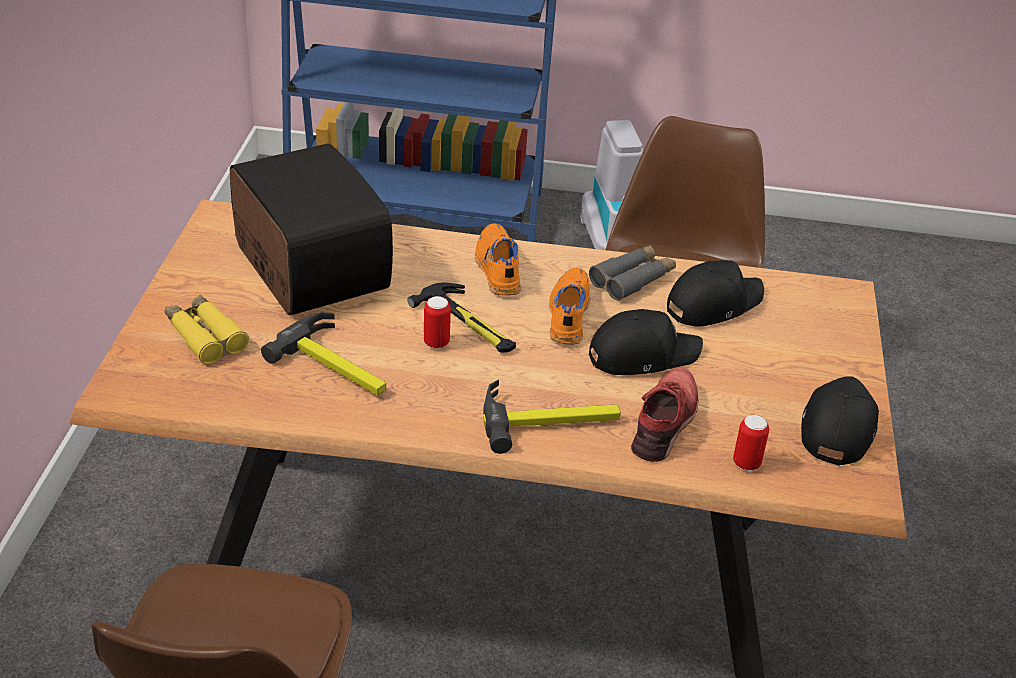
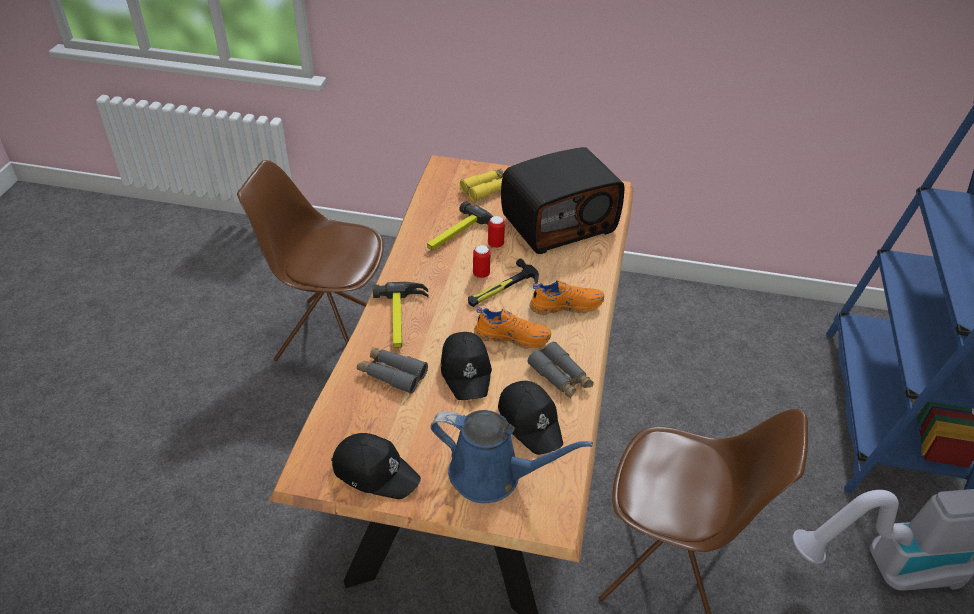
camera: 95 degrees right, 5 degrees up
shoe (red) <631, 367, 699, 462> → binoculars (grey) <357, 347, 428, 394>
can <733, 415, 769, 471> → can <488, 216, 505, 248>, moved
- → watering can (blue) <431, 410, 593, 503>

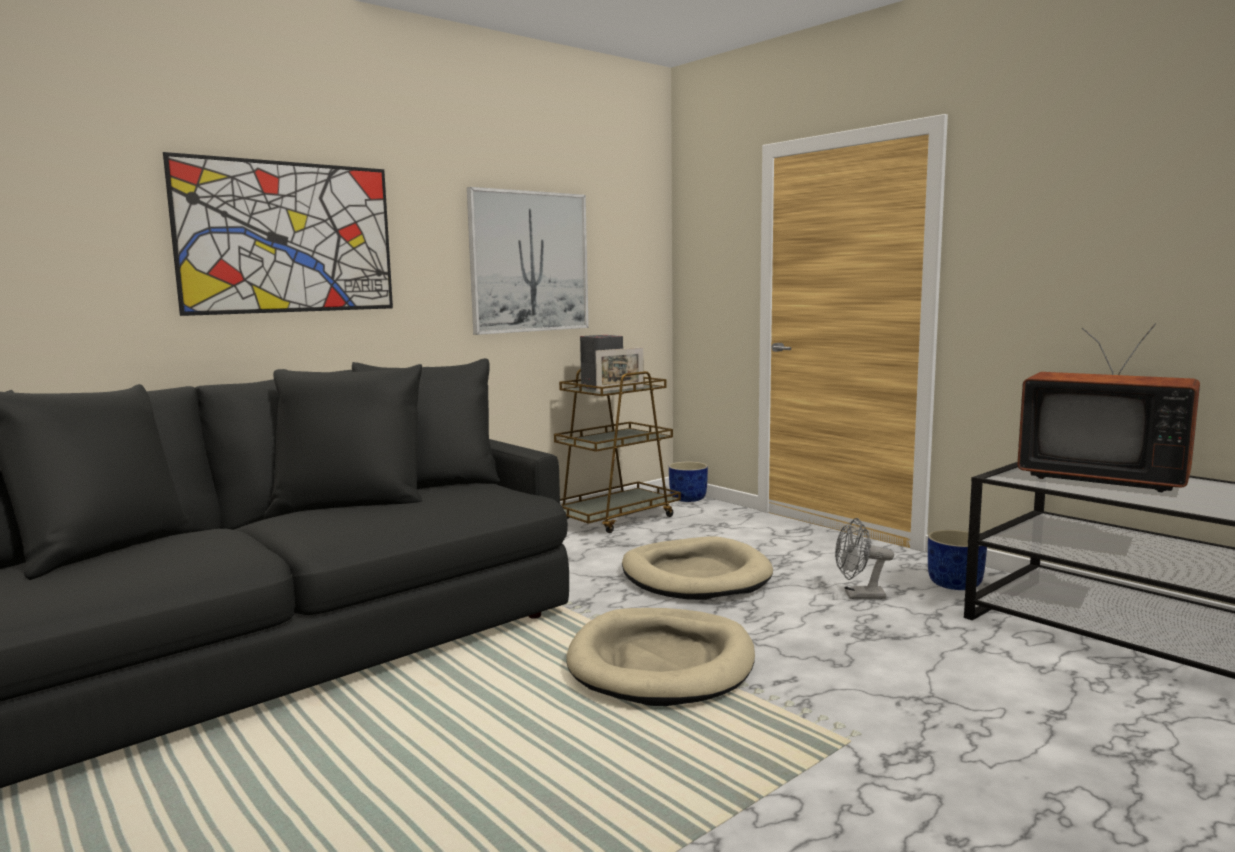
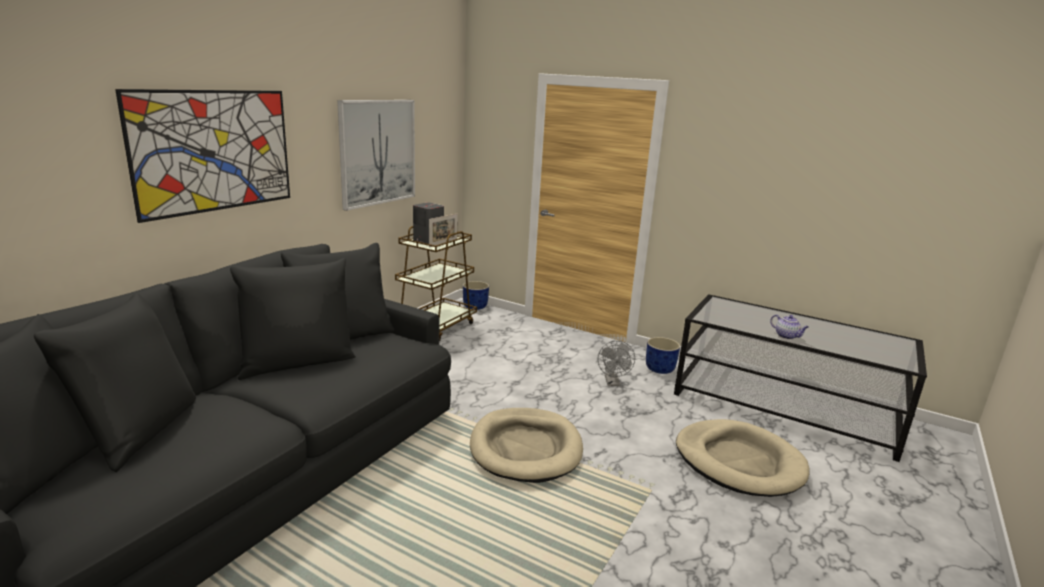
camera: 20 degrees left, 10 degrees up
television <1017, 323, 1200, 492> → -
fan (grey) <835, 518, 894, 599> → fan (grey) <598, 341, 635, 386>, 75 degrees counterclockwise
dog bed (beige) <622, 536, 773, 600> → dog bed (beige) <676, 419, 810, 497>, moved
- → teapot <770, 314, 809, 339>

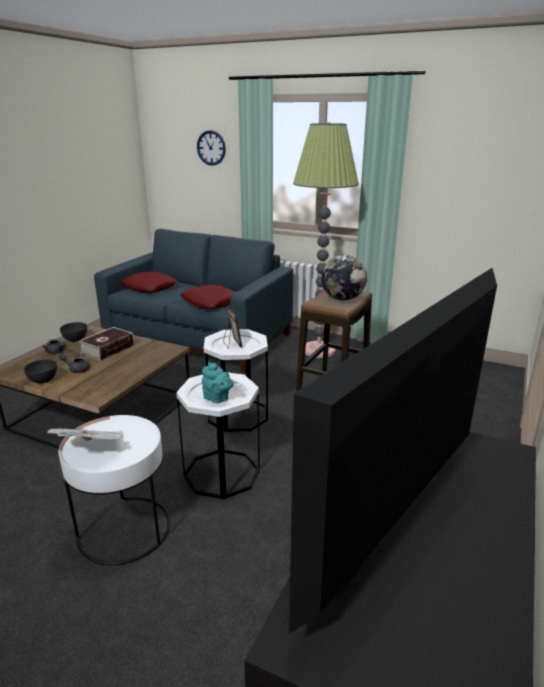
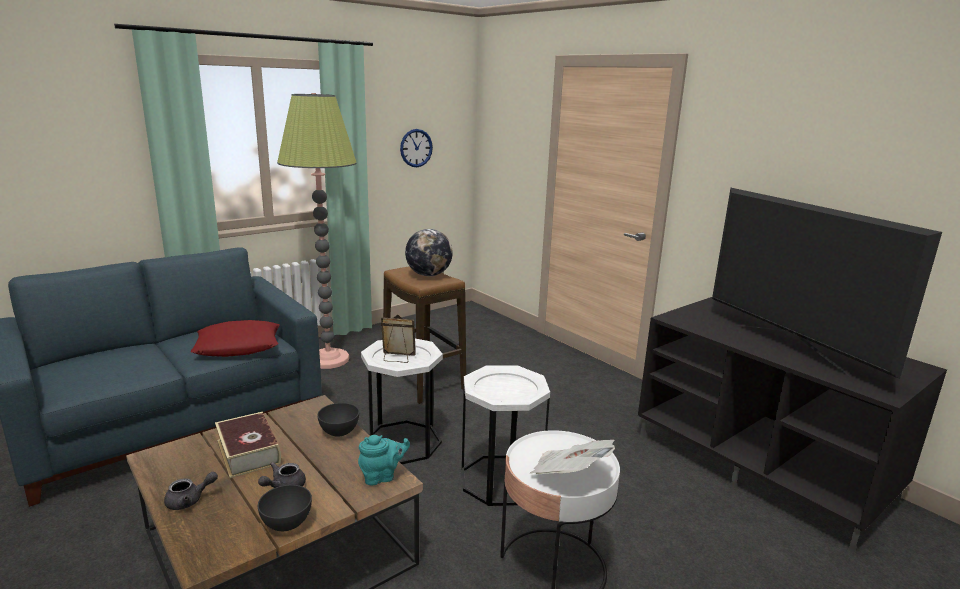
camera: 65 degrees left, 5 degrees down
wall clock <197, 130, 226, 166> → wall clock <400, 129, 433, 167>, moved
pillow (red) <120, 272, 179, 293> → -
bowl (grey) <60, 322, 87, 342> → bowl (grey) <317, 403, 359, 437>, moved
teapot (turquoise) <202, 362, 234, 403> → teapot (turquoise) <358, 435, 410, 485>, moved

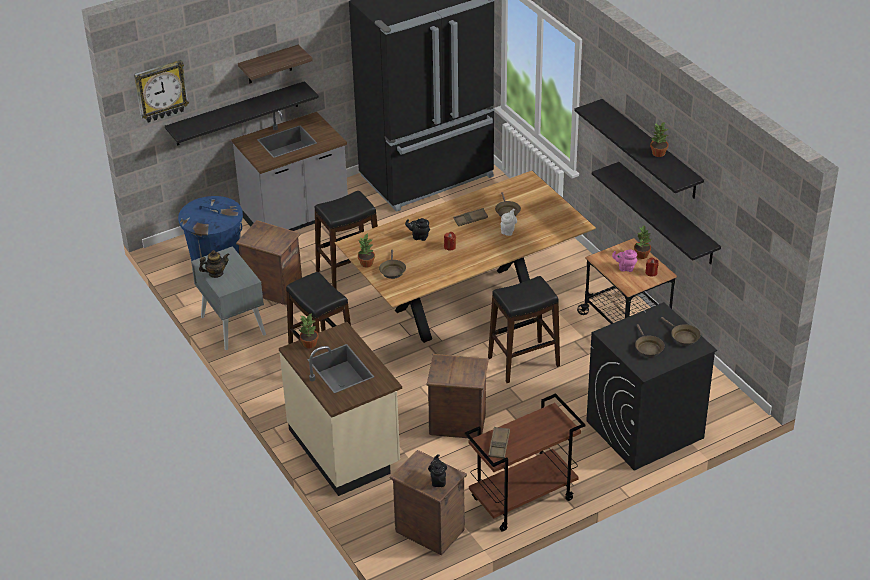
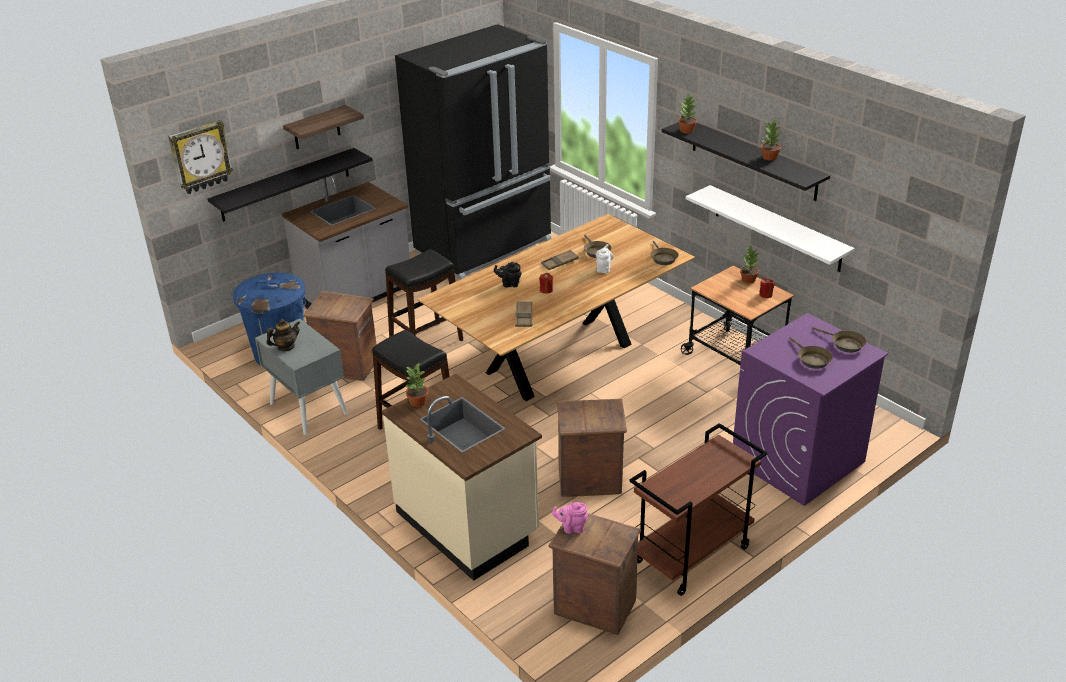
camera: 10 degrees left, 5 degrees down
shelf (black) <592, 162, 721, 264> → shelf (white) <686, 185, 855, 272>
potted plant <358, 234, 375, 268> → potted plant <678, 94, 697, 134>, moved
teapot (pink) <612, 249, 637, 272> → teapot (pink) <552, 502, 588, 534>, moved
frying pan (brown) <379, 250, 406, 279> → frying pan (brown) <650, 241, 679, 265>, moved
stool (black) <488, 276, 560, 383> → -
washing machine (black) <586, 302, 717, 471> → washing machine (purple) <733, 313, 888, 506>
tray (brown) <488, 427, 510, 459> → tray (brown) <516, 301, 533, 327>, moved
teapot (black) <428, 454, 447, 487> → -

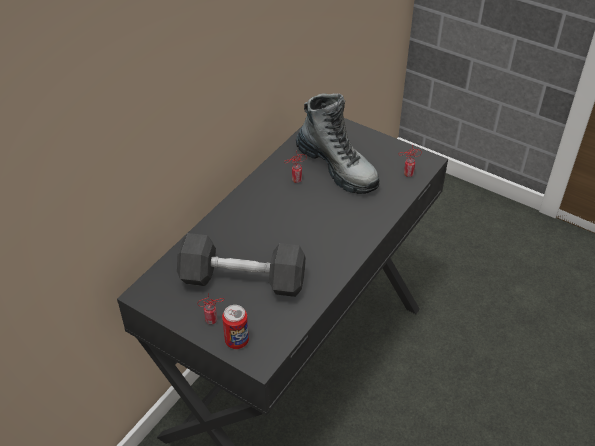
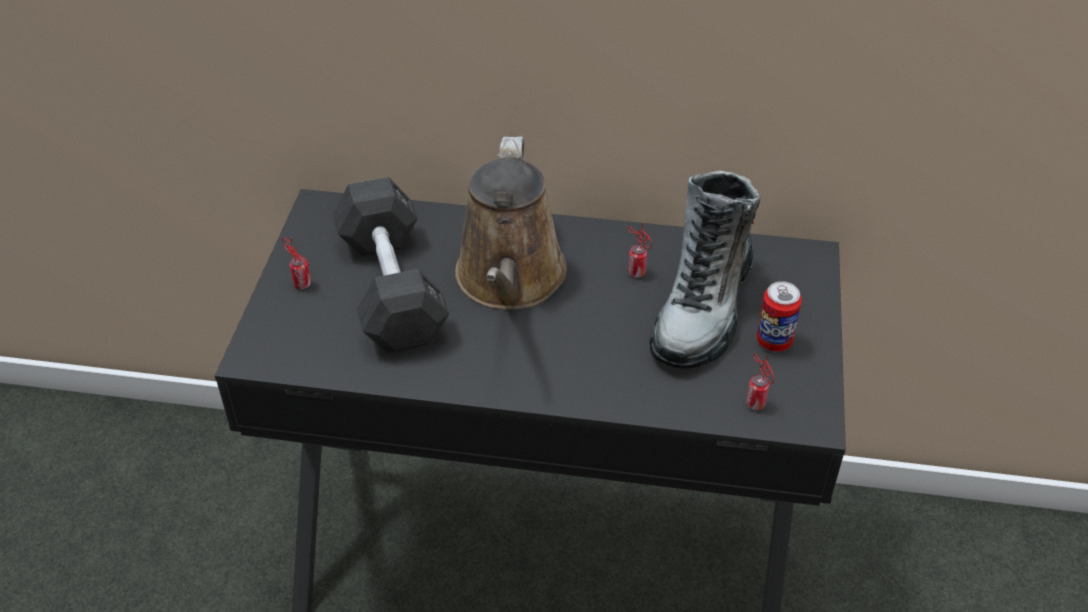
camera: 65 degrees right, 0 degrees up
can <222, 305, 249, 349> → can <757, 281, 802, 352>, moved
- → watering can (brown) <455, 137, 567, 310>

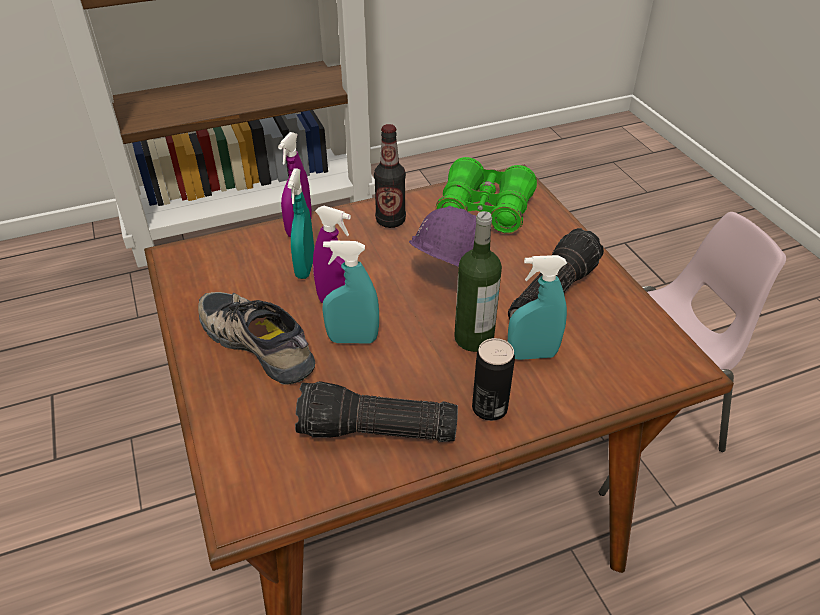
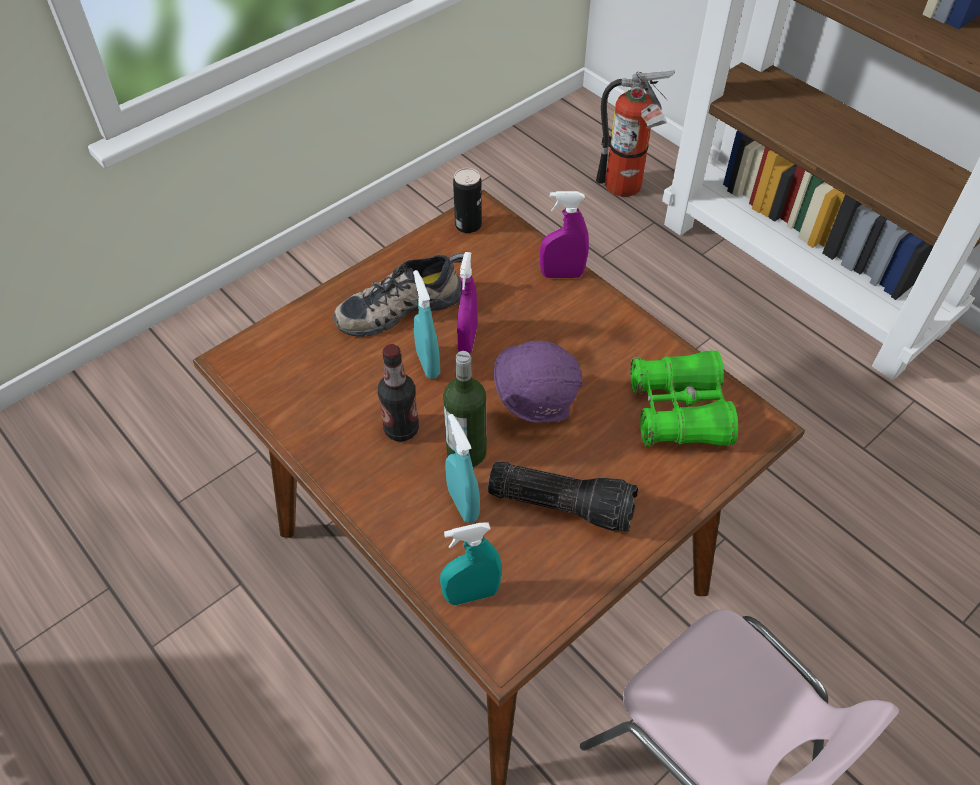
camera: 70 degrees right, 10 degrees up
bottle <374, 124, 406, 228> → bottle <378, 344, 419, 442>, moved
spray bottle (turquoise) <288, 169, 314, 279> → spray bottle (turquoise) <440, 522, 502, 605>, moved
shoe <198, 292, 315, 385> → shoe <333, 253, 464, 337>, 135 degrees counterclockwise
can <472, 338, 515, 421> → can <453, 168, 482, 233>, moved
flashlight <295, 381, 458, 442> → -
- → fire extinguisher <596, 71, 675, 197>

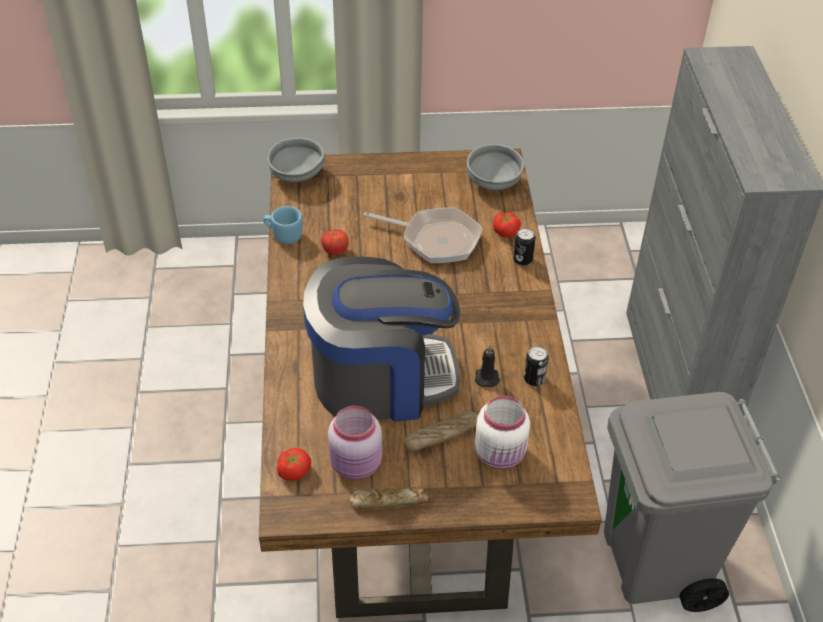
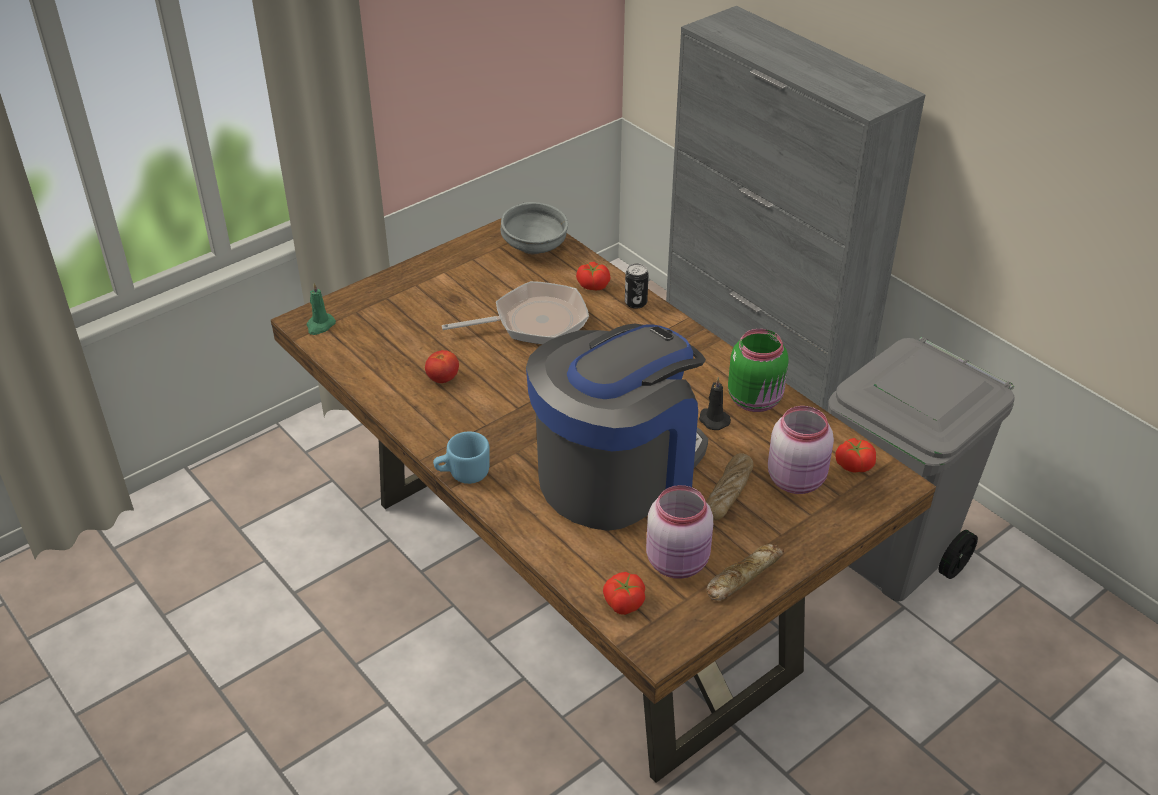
camera: 35 degrees left, 5 degrees down
bowl (grey) <267, 137, 325, 182> → candle (green) <307, 283, 336, 335>
mug (blue) <263, 206, 302, 244> → mug (blue) <433, 432, 490, 484>, moved
can <524, 346, 549, 386> → jar (green) <728, 329, 789, 412>
jar (white) <475, 396, 530, 469> → jar (pink) <768, 406, 834, 494>
- → tomato <835, 438, 876, 473>

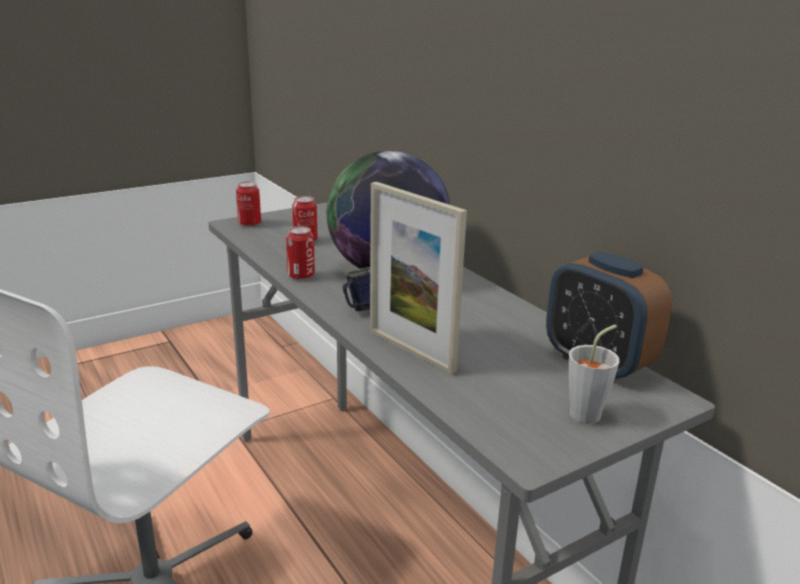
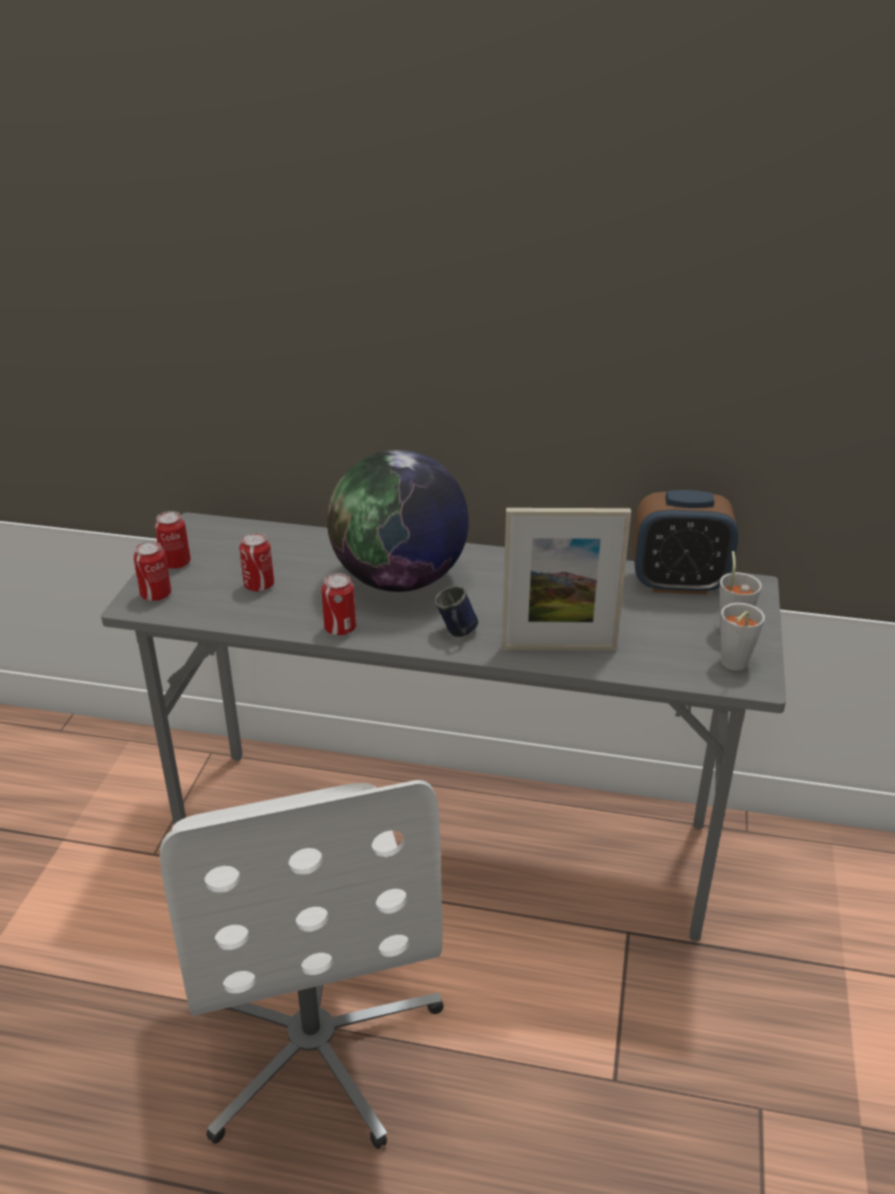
camera: 45 degrees left, 10 degrees up
- → can <155, 511, 191, 569>
- → cup (grey) <721, 603, 765, 671>

